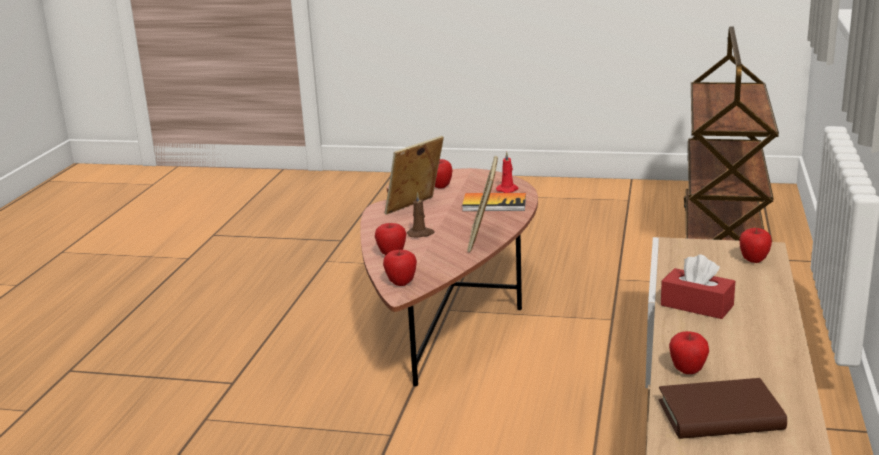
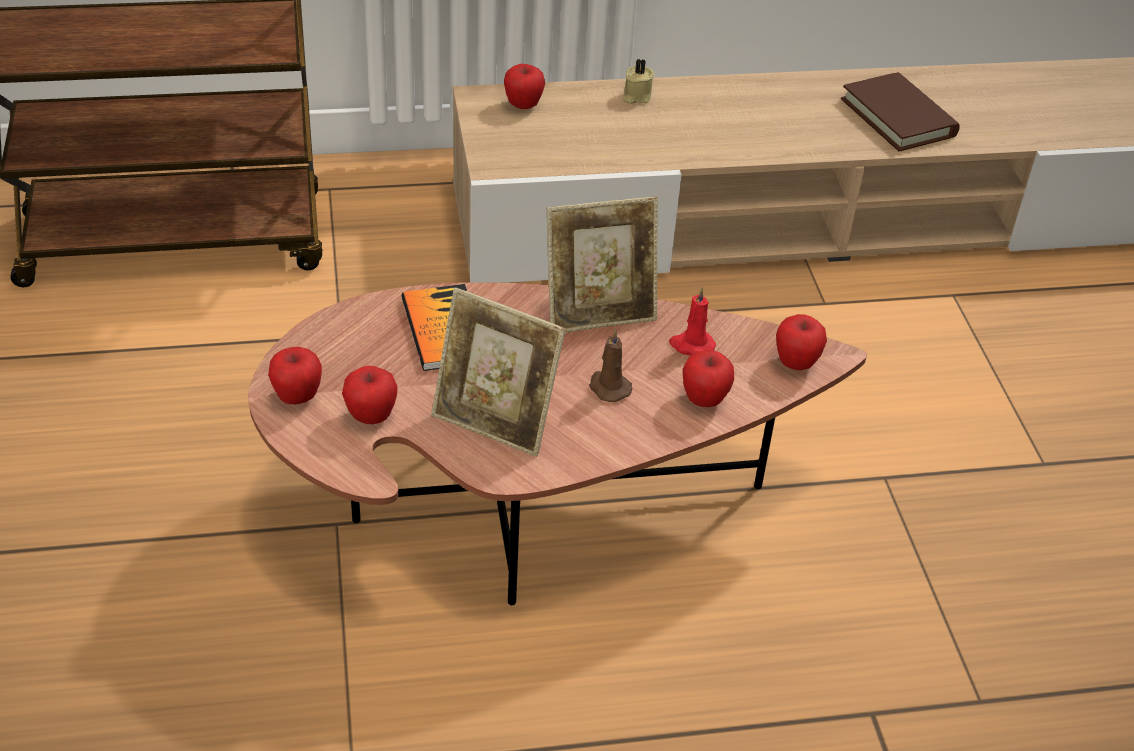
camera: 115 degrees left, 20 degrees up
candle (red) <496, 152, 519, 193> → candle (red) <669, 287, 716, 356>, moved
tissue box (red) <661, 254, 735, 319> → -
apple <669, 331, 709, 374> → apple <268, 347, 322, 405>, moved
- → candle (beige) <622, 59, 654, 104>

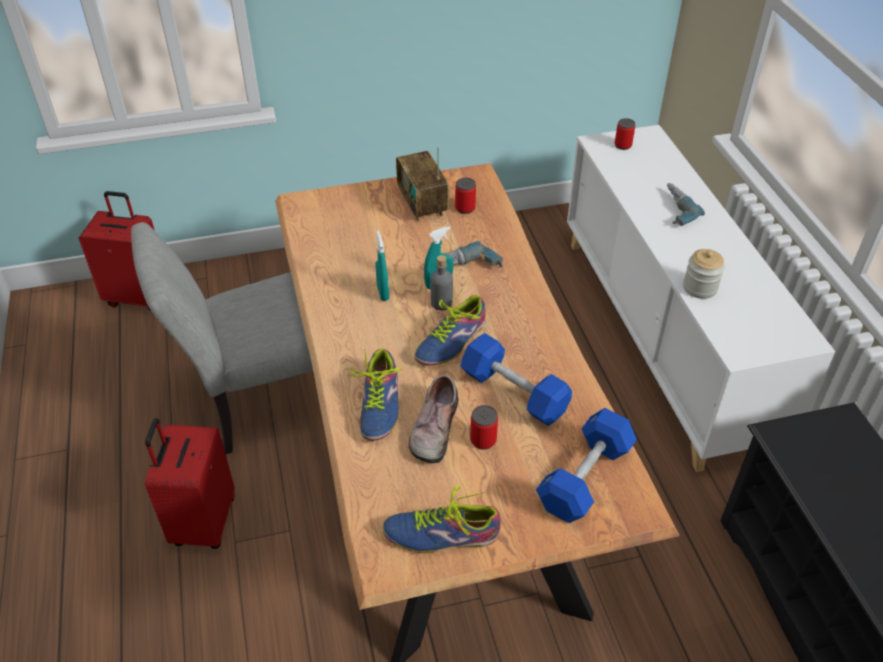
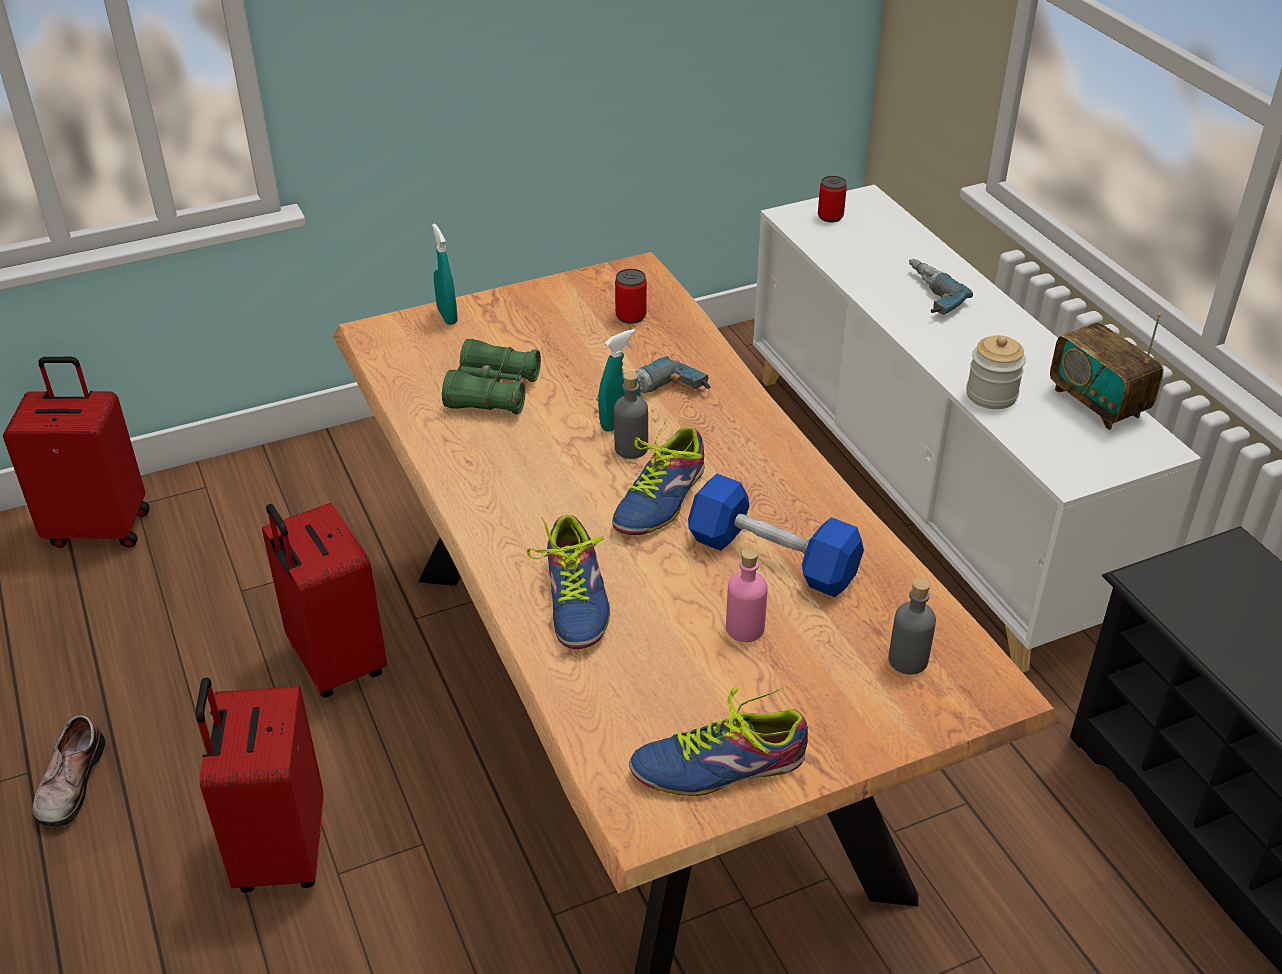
camera: 10 degrees left, 5 degrees down
radio <396, 147, 449, 221> → radio <1050, 313, 1164, 430>, moved
chair (grey) <131, 222, 313, 454> → suitcase (red) <262, 503, 387, 698>
spray bottle (turquoise) <376, 231, 389, 301> → spray bottle (turquoise) <432, 224, 458, 325>, moved
shoe <409, 375, 458, 463> → shoe <32, 715, 105, 827>, moved
can <470, 405, 498, 450> → bottle (pink) <726, 547, 768, 642>
dumbbell (blue) <536, 408, 637, 523> → bottle (grey) <889, 578, 936, 674>
- → binoculars (green) <442, 339, 541, 414>

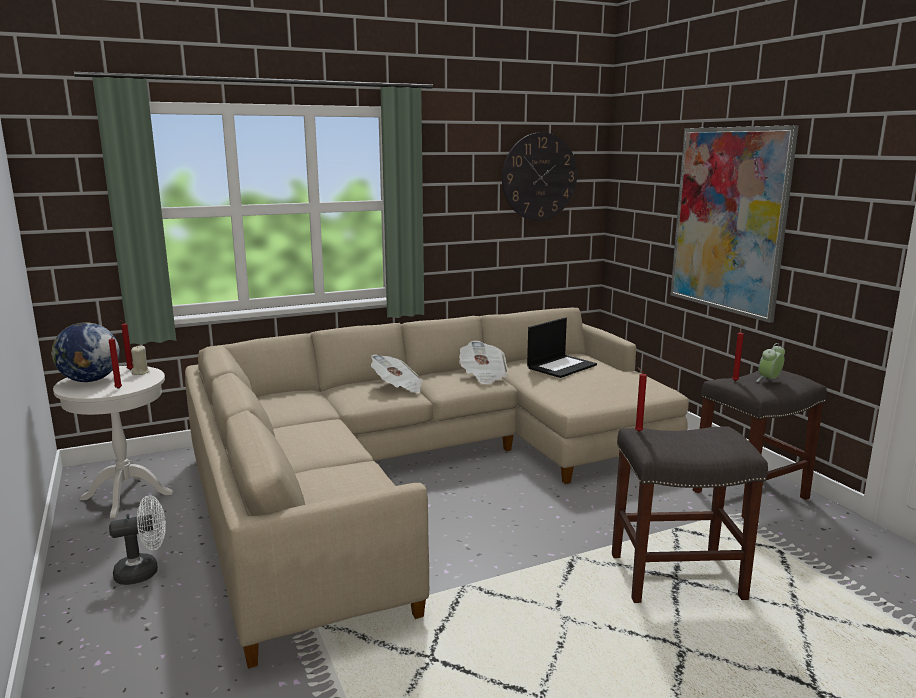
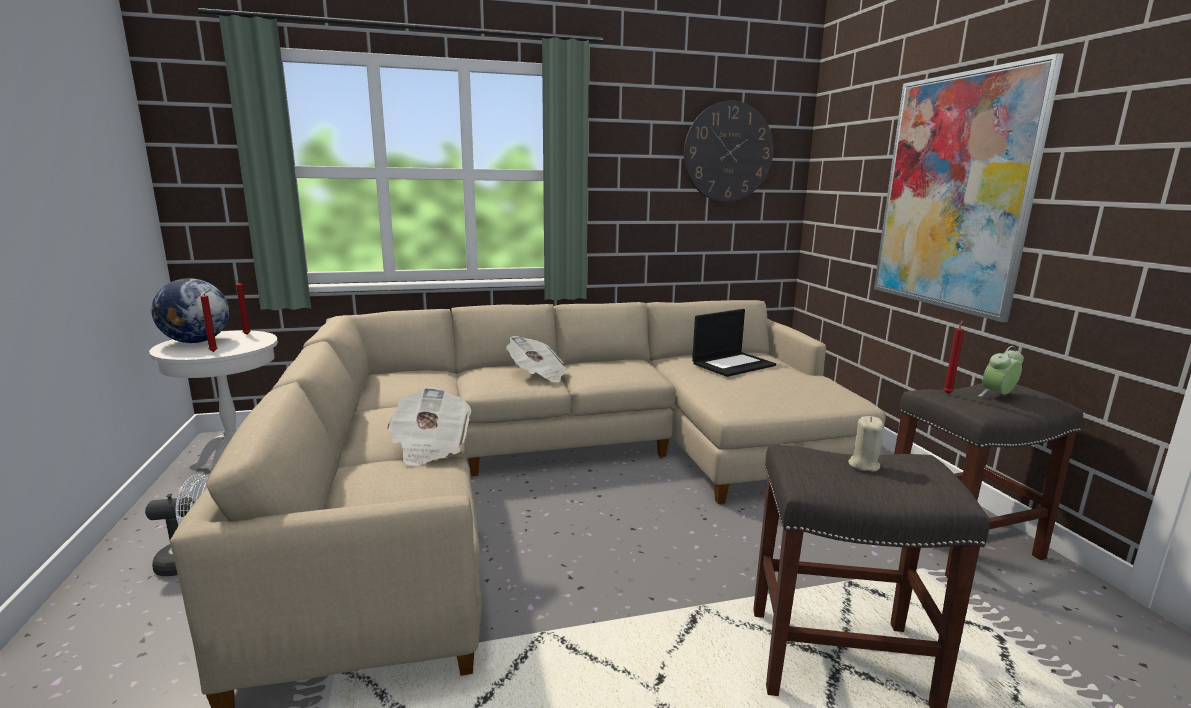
camera: 10 degrees right, 0 degrees up
newspaper <459, 341, 508, 384> → newspaper <387, 387, 472, 466>, moved
candle (beige) <131, 345, 150, 375> → candle (beige) <848, 416, 884, 472>, moved
candle (red) <635, 367, 647, 432> → -

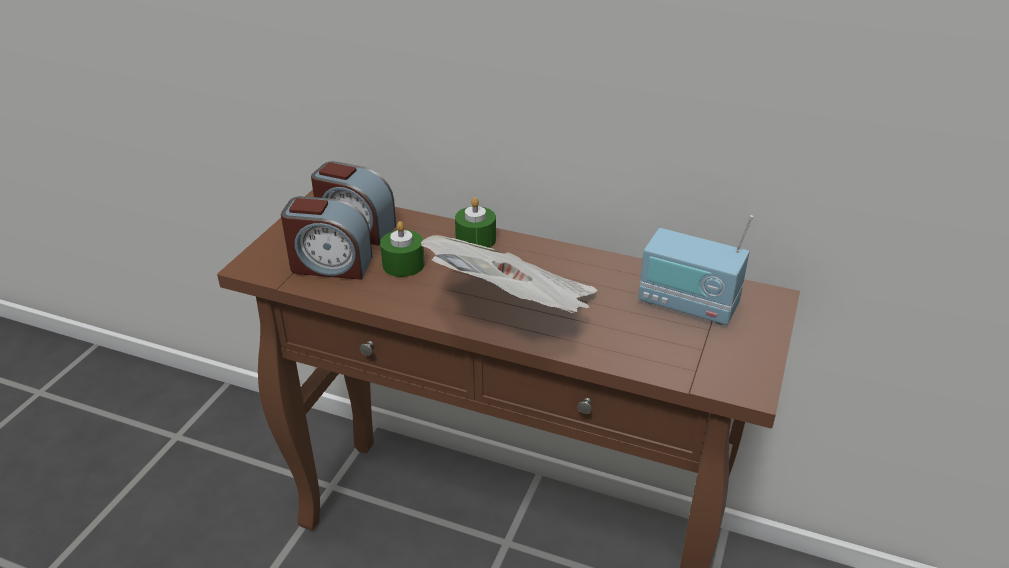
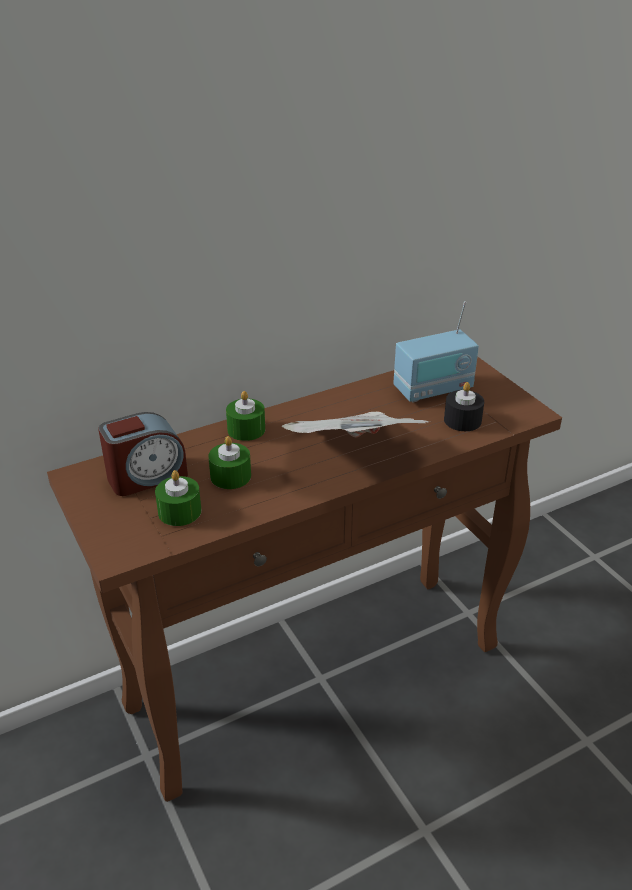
camera: 50 degrees left, 0 degrees up
alarm clock <281, 196, 372, 280> → candle (green) <155, 470, 201, 526>
- → candle (black) <444, 382, 484, 431>

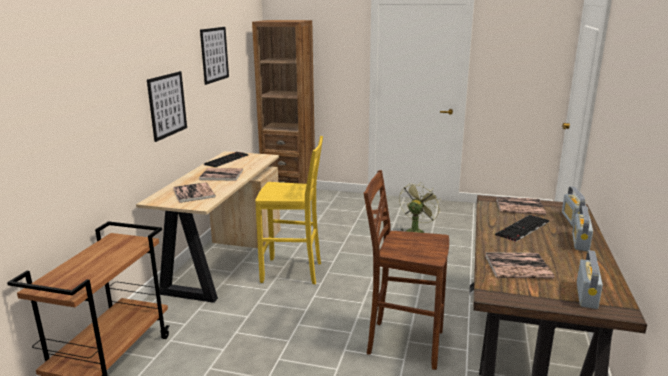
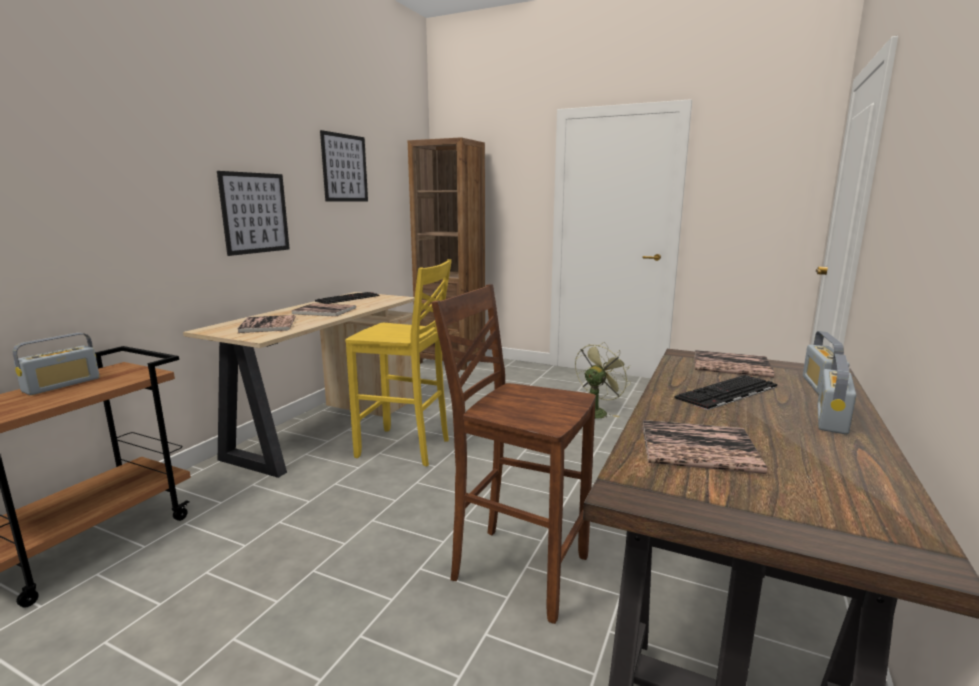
camera: 10 degrees right, 5 degrees down
radio <577, 250, 603, 309> → radio <13, 333, 100, 395>, moved

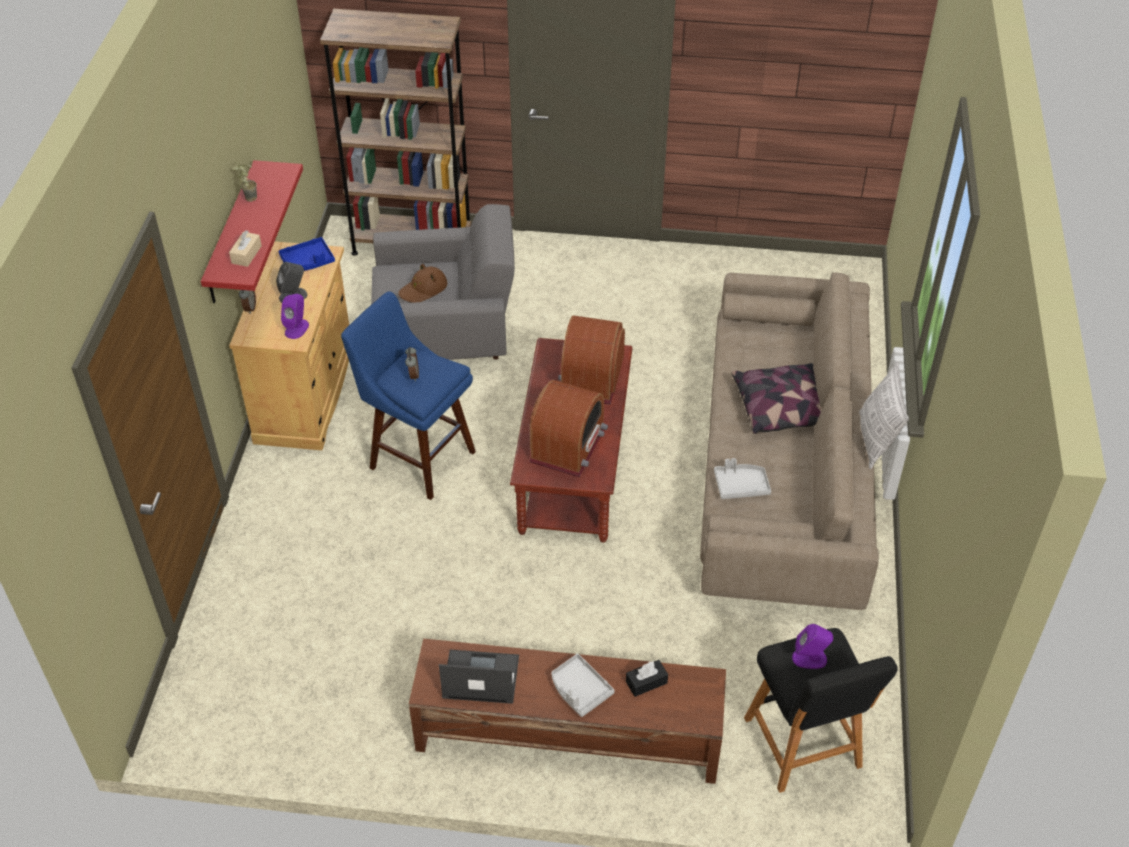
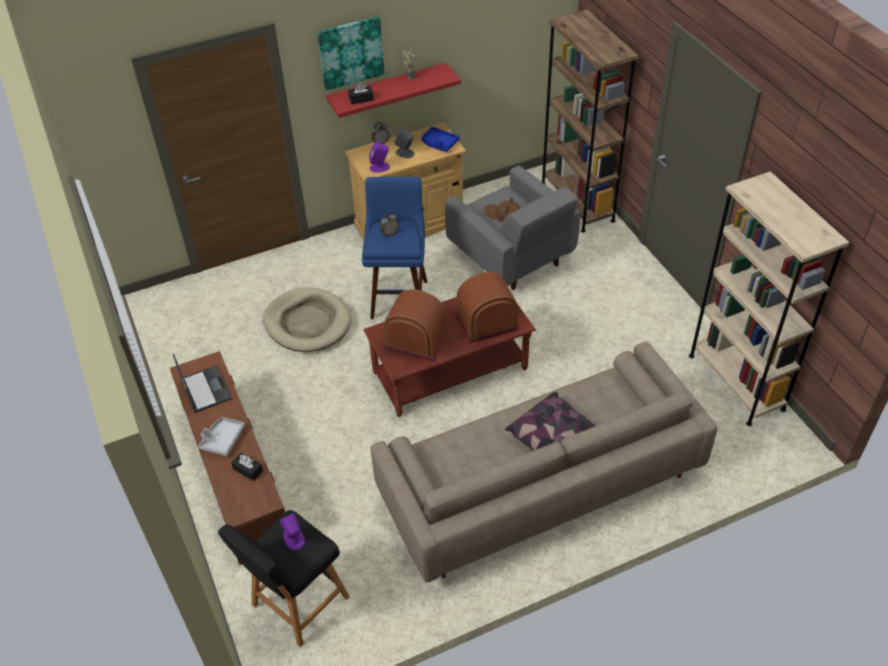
camera: 60 degrees right, 0 degrees up
tissue box (beige) <229, 230, 262, 267> → tissue box (black) <348, 83, 374, 104>
pillow <859, 362, 909, 469> → -
radio <529, 380, 608, 477> → radio <383, 289, 448, 361>, 150 degrees counterclockwise
tray (grey) <714, 458, 771, 499> → -
- → picture <317, 16, 384, 90>
- → bookcase (beige) <689, 171, 849, 426>
- → dog bed (beige) <263, 287, 352, 352>

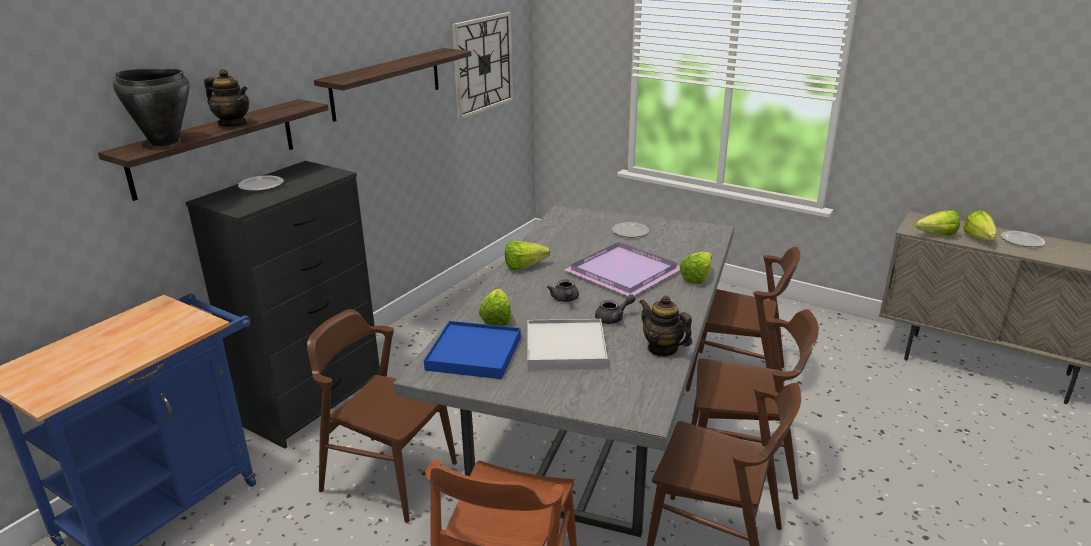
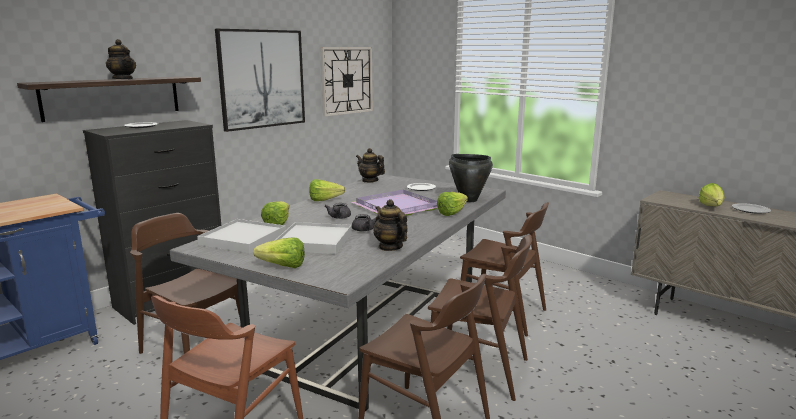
camera: 10 degrees right, 10 degrees down
shelf <314, 48, 471, 122> → picture <215, 29, 305, 132>
cooking pot (black) <113, 69, 189, 146> → cooking pot (black) <449, 154, 493, 202>, moved
lettuce <915, 210, 960, 236> → lettuce <253, 237, 305, 268>, moved
tray (blue) <424, 321, 521, 379> → tray (white) <197, 219, 286, 254>
- → teapot <356, 148, 385, 183>

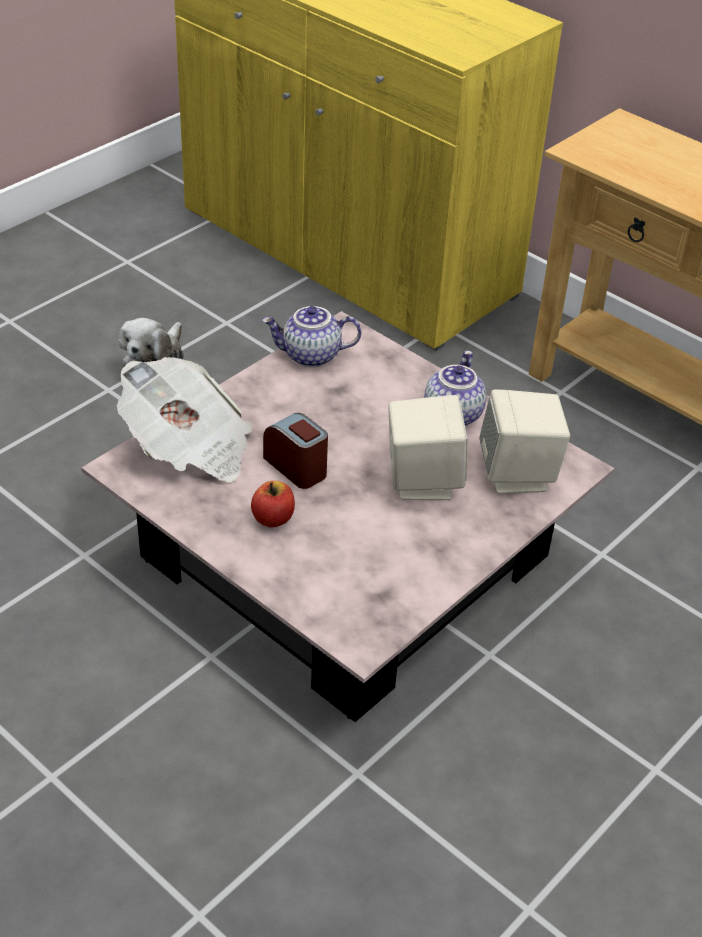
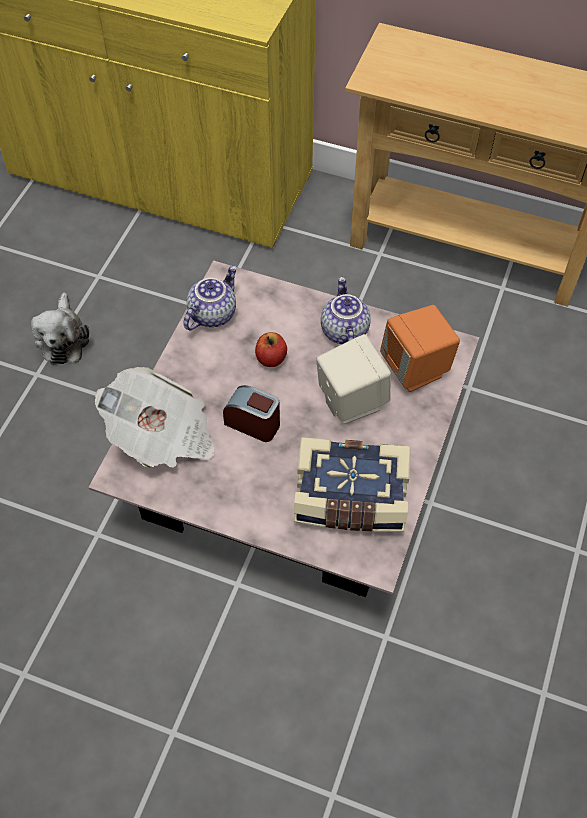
camera: 20 degrees left, 15 degrees up
teapot <262, 306, 361, 367> → teapot <183, 266, 237, 330>, 150 degrees clockwise
speaker (beige) <479, 389, 570, 494> → speaker (orange) <380, 305, 460, 392>
apple <251, 481, 295, 528> → apple <255, 332, 287, 367>, moved
- → book <294, 437, 411, 531>

